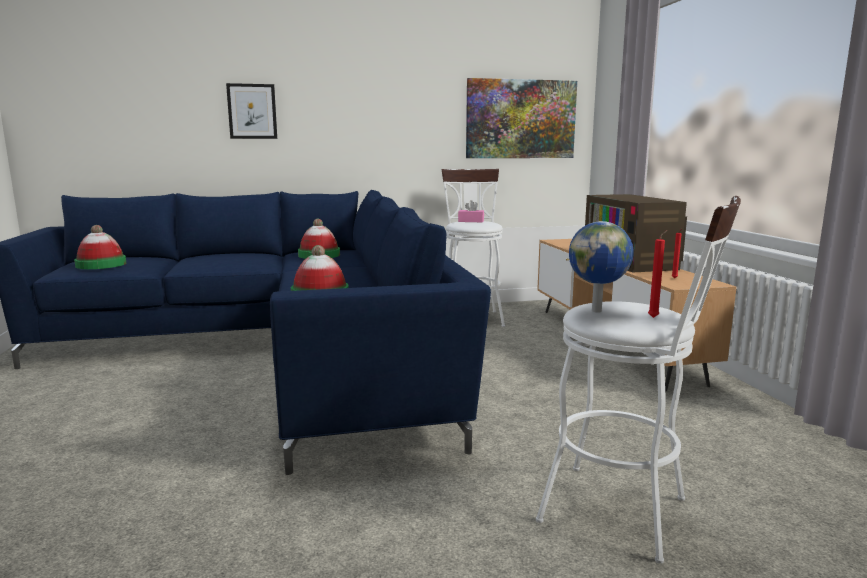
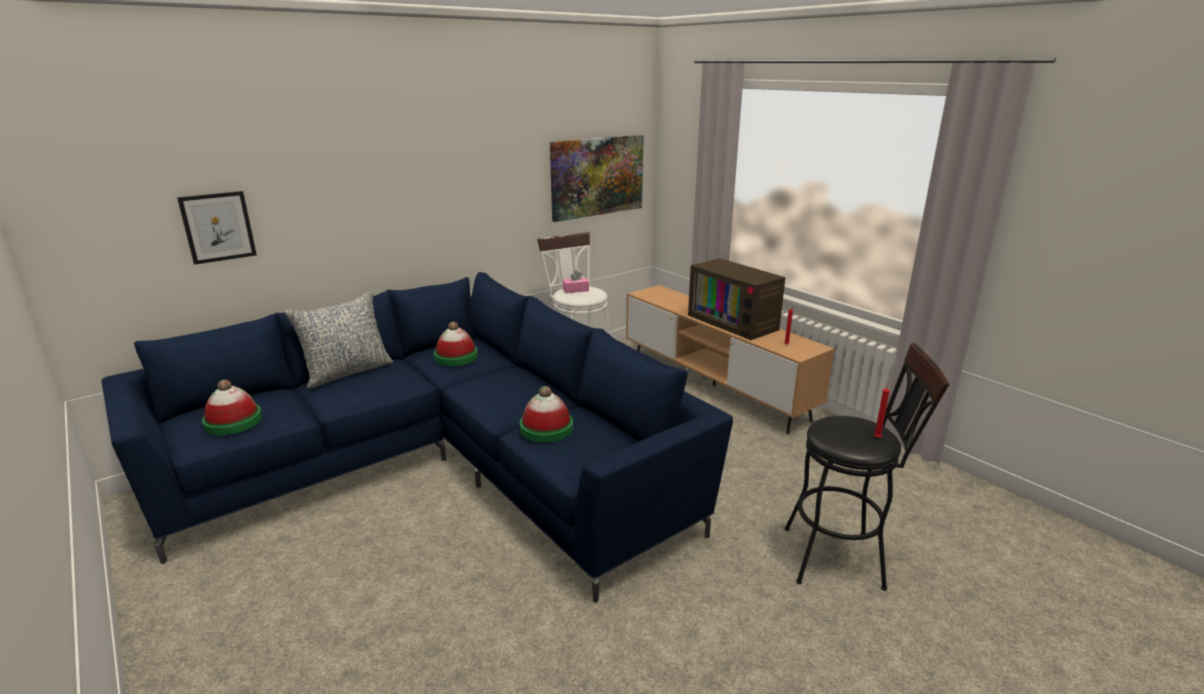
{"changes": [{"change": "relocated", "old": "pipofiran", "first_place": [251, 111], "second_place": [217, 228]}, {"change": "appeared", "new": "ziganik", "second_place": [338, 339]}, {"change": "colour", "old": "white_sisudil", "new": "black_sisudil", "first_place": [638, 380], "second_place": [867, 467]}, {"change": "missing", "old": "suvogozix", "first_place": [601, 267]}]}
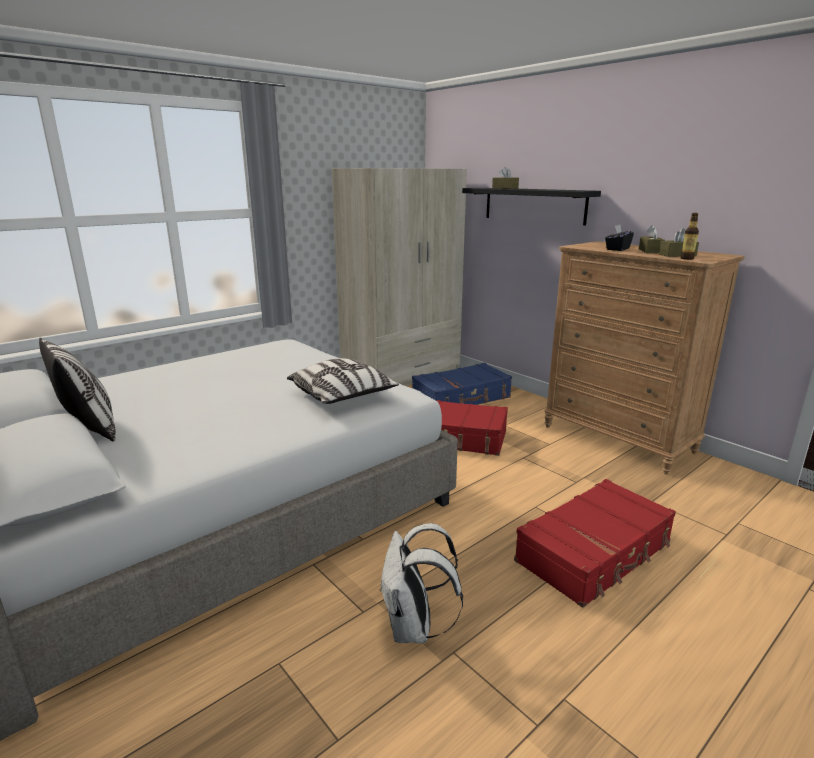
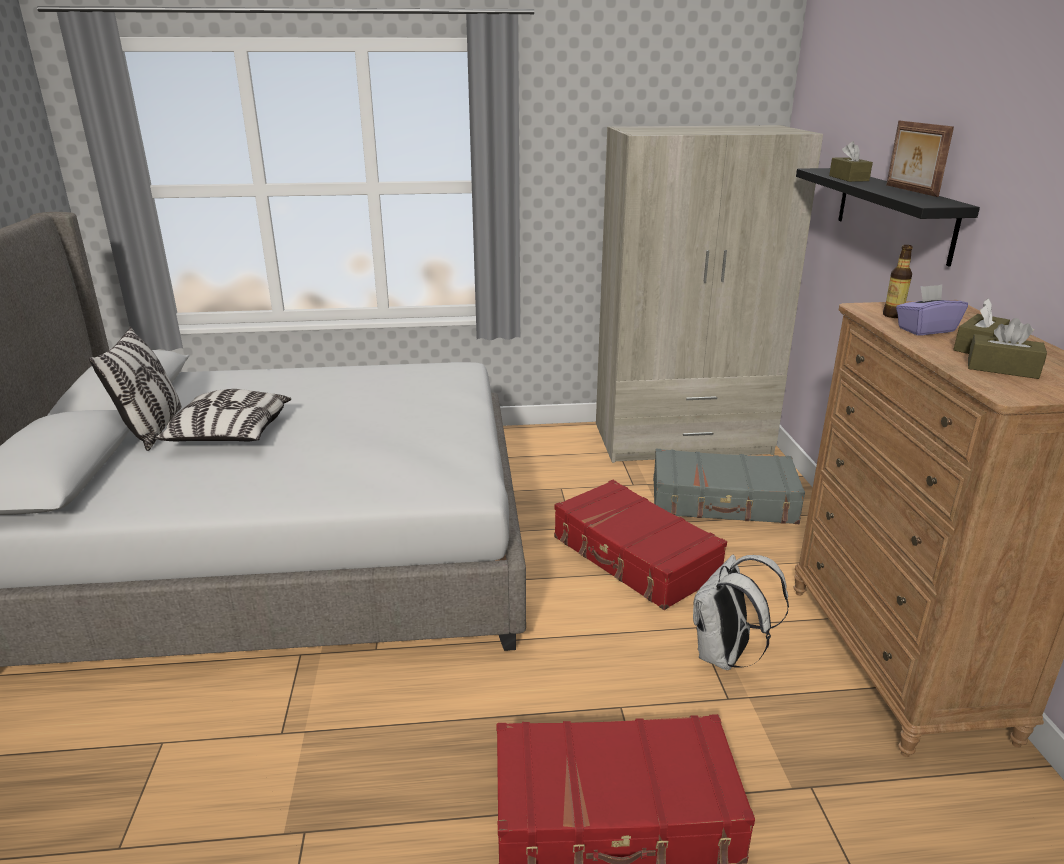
{"changes": [{"change": "relocated", "old": "ziganik", "first_place": [343, 381], "second_place": [223, 415]}, {"change": "colour", "old": "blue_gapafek", "new": "grey_gapafek", "first_place": [462, 384], "second_place": [729, 486]}, {"change": "relocated", "old": "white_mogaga", "first_place": [421, 583], "second_place": [741, 612]}, {"change": "relocated", "old": "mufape", "first_place": [689, 236], "second_place": [897, 281]}, {"change": "appeared", "new": "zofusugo", "second_place": [920, 159]}, {"change": "colour", "old": "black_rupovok", "new": "purple_rupovok", "first_place": [619, 238], "second_place": [932, 310]}]}
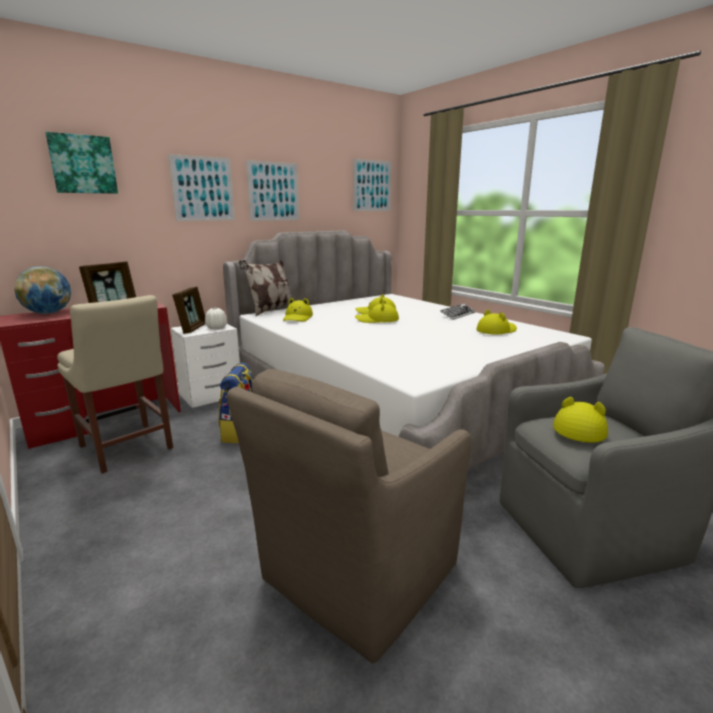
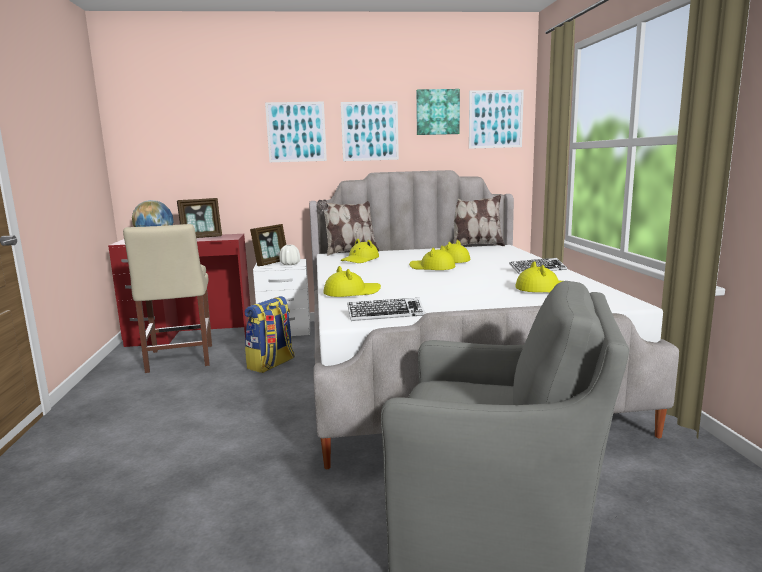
{"changes": [{"change": "relocated", "old": "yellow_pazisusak", "first_place": [580, 420], "second_place": [352, 281]}, {"change": "appeared", "new": "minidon", "second_place": [386, 309]}, {"change": "relocated", "old": "pipofiran", "first_place": [81, 163], "second_place": [438, 112]}, {"change": "appeared", "new": "ziganik", "second_place": [479, 220]}, {"change": "missing", "old": "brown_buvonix", "first_place": [349, 516]}]}
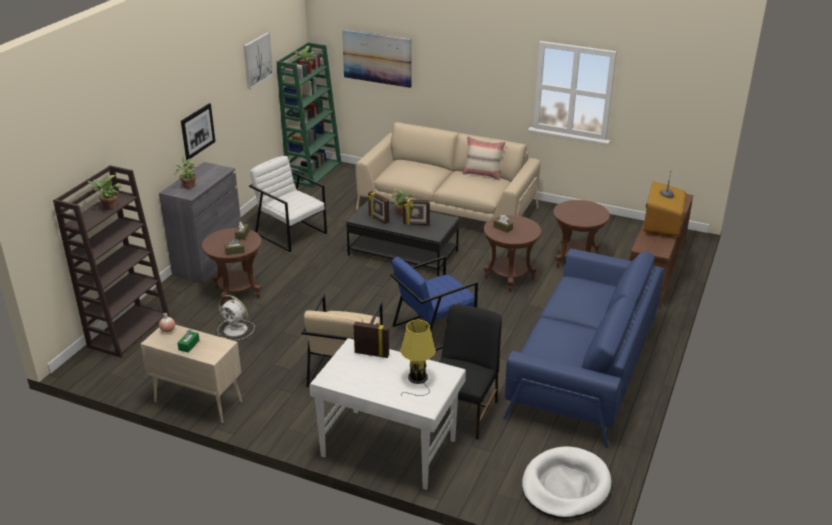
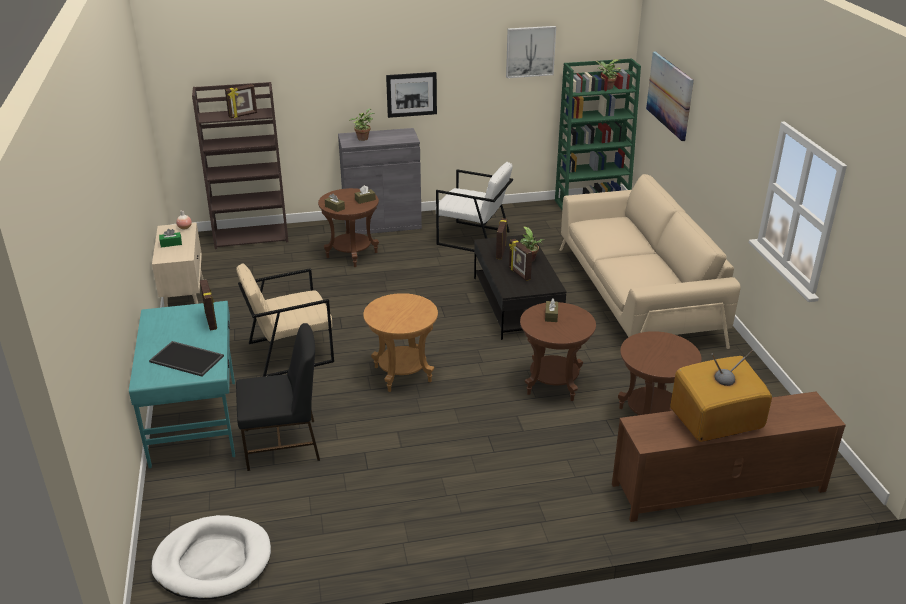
{"changes": [{"change": "colour", "old": "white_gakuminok", "new": "turquoise_gakuminok", "first_place": [387, 414], "second_place": [182, 384]}, {"change": "exchanged", "old": "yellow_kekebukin", "new": "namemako", "first_place": [418, 358], "second_place": [186, 359]}, {"change": "exchanged", "old": "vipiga", "new": "zofusugo", "first_place": [104, 192], "second_place": [241, 101]}, {"change": "exchanged", "old": "blue_buvonix", "new": "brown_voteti", "first_place": [434, 303], "second_place": [400, 342]}, {"change": "spun", "old": "white_buvonix", "first_place": [288, 204], "second_place": [474, 207], "degrees": 105}, {"change": "missing", "old": "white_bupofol", "first_place": [236, 317]}, {"change": "missing", "old": "beige_ziganik", "first_place": [484, 158]}, {"change": "missing", "old": "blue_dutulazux", "first_place": [583, 348]}]}
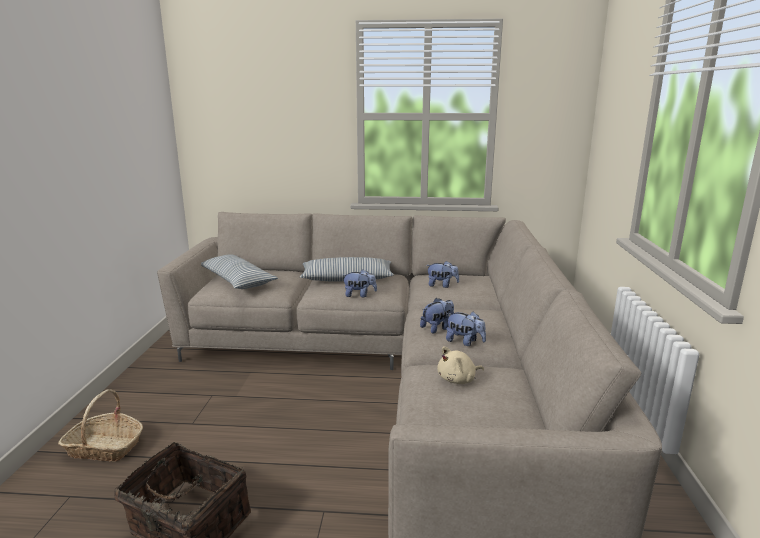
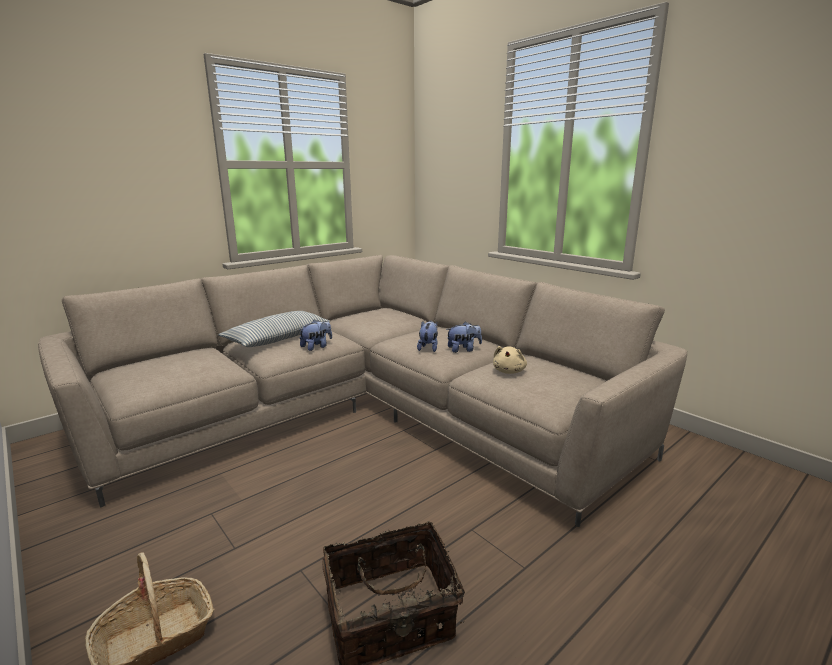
{"changes": [{"change": "missing", "old": "ziganik", "first_place": [239, 271]}, {"change": "missing", "old": "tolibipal", "first_place": [442, 274]}]}
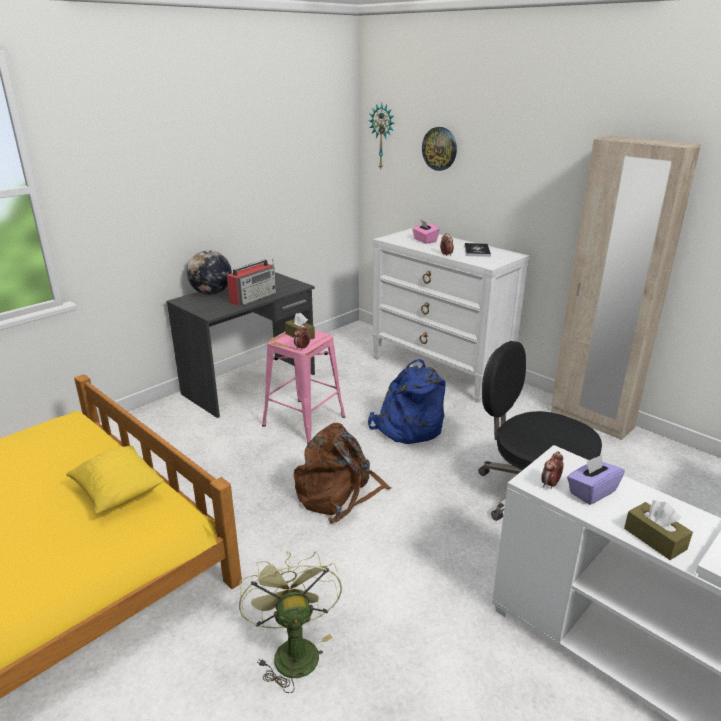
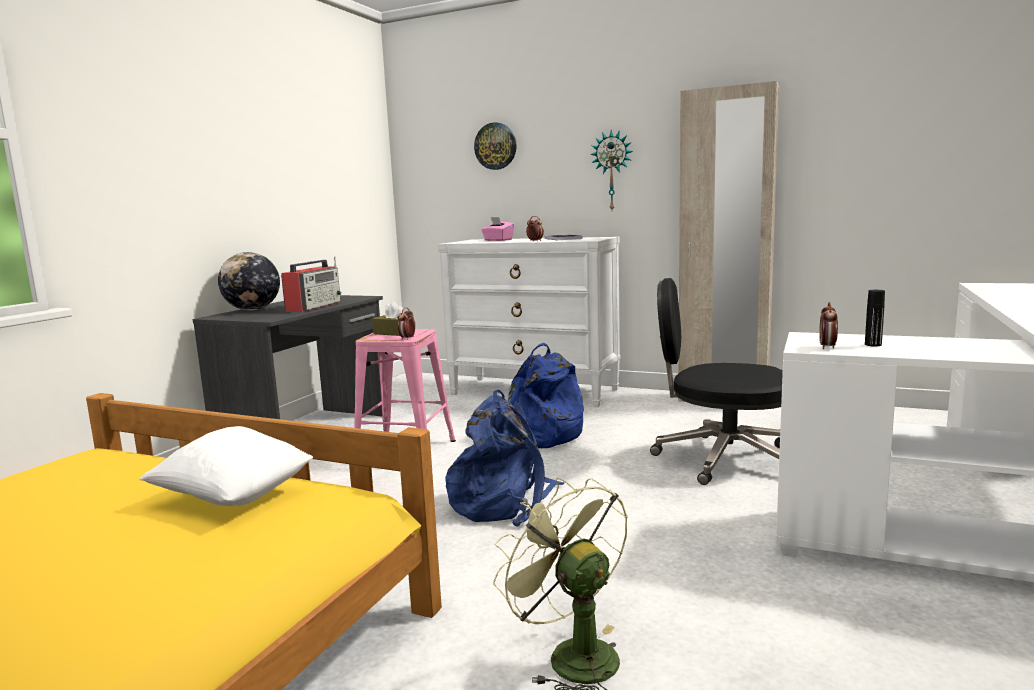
{"changes": [{"change": "colour", "old": "yellow_ziganik", "new": "white_ziganik", "first_place": [115, 479], "second_place": [226, 466]}, {"change": "colour", "old": "brown_mogaga", "new": "blue_mogaga", "first_place": [342, 473], "second_place": [505, 458]}, {"change": "relocated", "old": "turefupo", "first_place": [382, 136], "second_place": [611, 170]}, {"change": "exchanged", "old": "purple_rupovok", "new": "black_mufape", "first_place": [596, 480], "second_place": [875, 318]}, {"change": "missing", "old": "brown_rupovok", "first_place": [658, 530]}]}
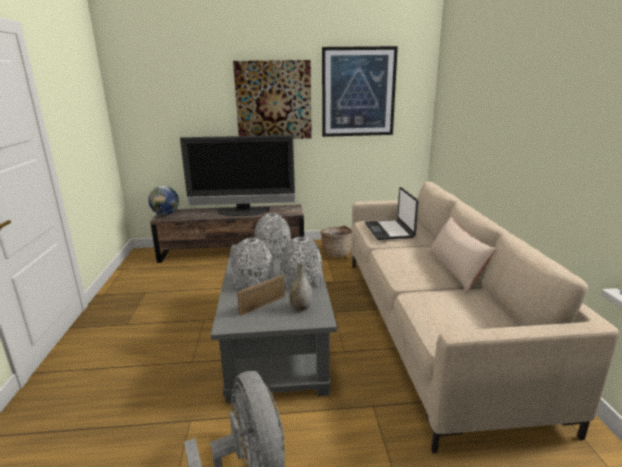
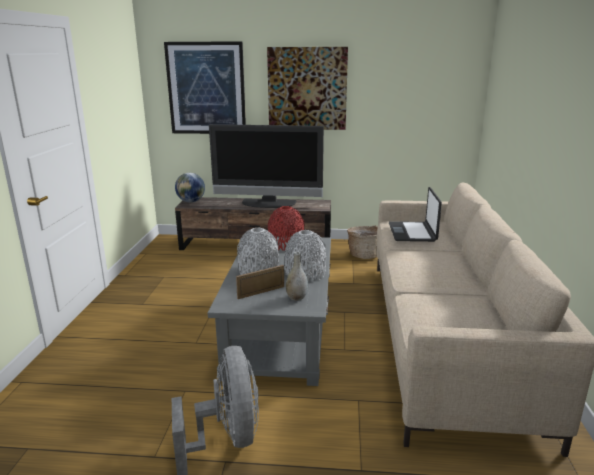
{"changes": [{"change": "relocated", "old": "pipofiran", "first_place": [360, 91], "second_place": [205, 87]}, {"change": "colour", "old": "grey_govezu", "new": "red_govezu", "first_place": [272, 235], "second_place": [286, 228]}, {"change": "missing", "old": "beige_ziganik", "first_place": [462, 254]}]}
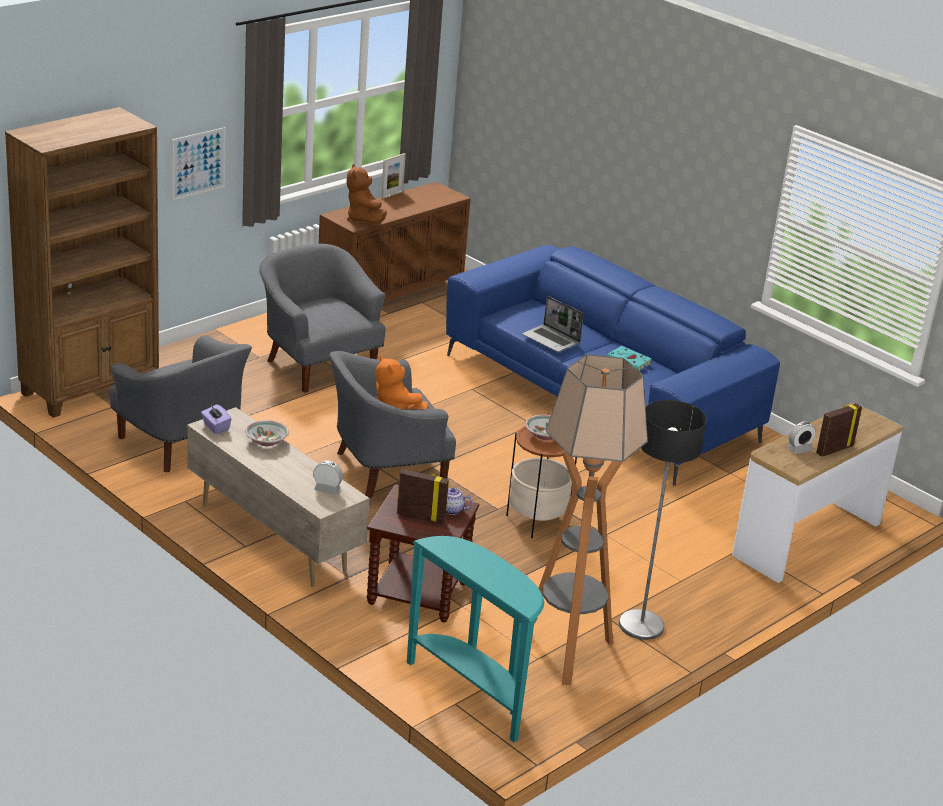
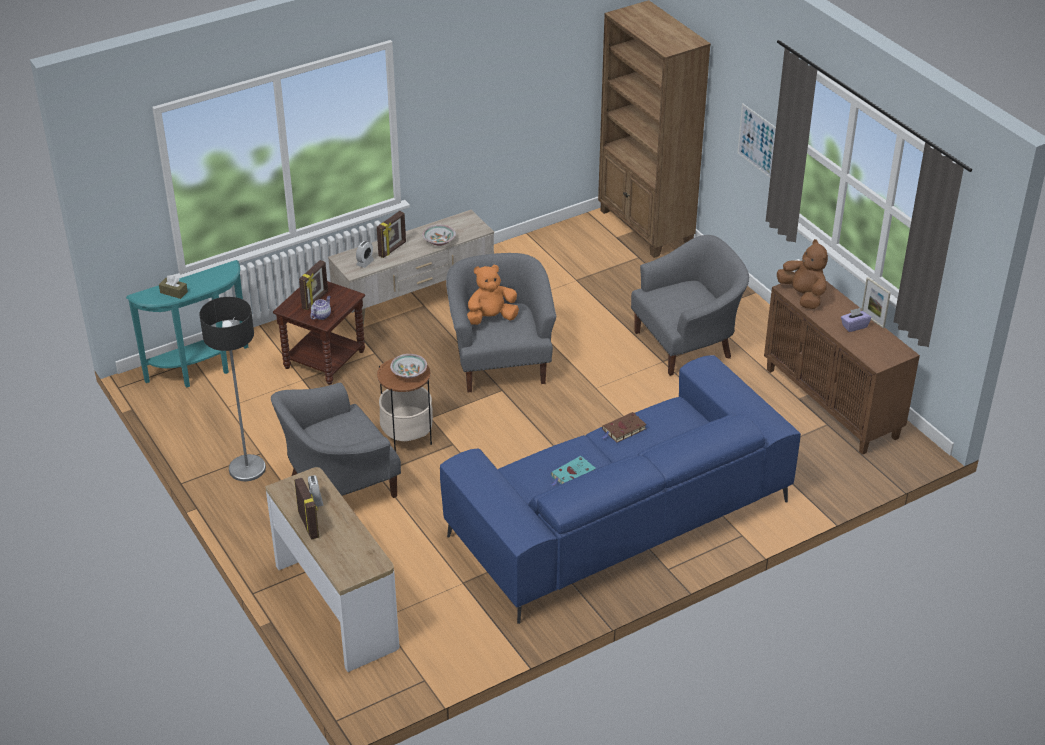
{"changes": [{"change": "appeared", "new": "brown_rupovok", "second_place": [173, 287]}, {"change": "relocated", "old": "grey_buvonix", "first_place": [180, 403], "second_place": [336, 440]}, {"change": "appeared", "new": "zofusugo", "second_place": [391, 234]}, {"change": "exchanged", "old": "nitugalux", "new": "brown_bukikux", "first_place": [553, 324], "second_place": [624, 427]}, {"change": "spun", "old": "brown_tolibipal", "first_place": [367, 194], "second_place": [802, 274], "degrees": 60}, {"change": "relocated", "old": "purple_rupovok", "first_place": [216, 419], "second_place": [856, 320]}, {"change": "missing", "old": "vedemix", "first_place": [593, 519]}]}
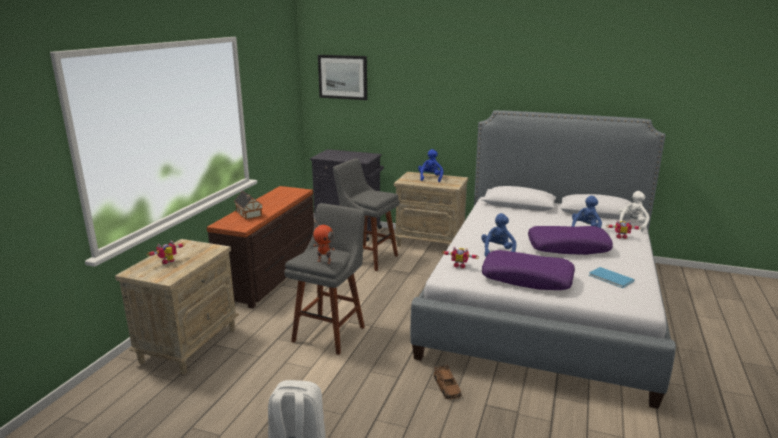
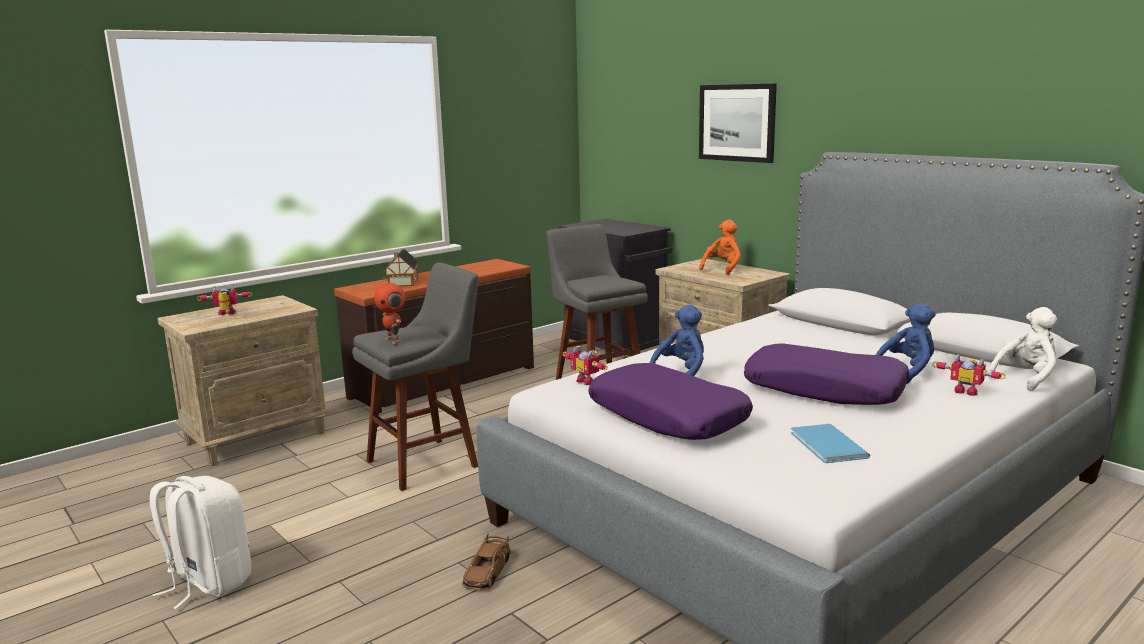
{"changes": [{"change": "relocated", "old": "pipofiran", "first_place": [342, 77], "second_place": [738, 123]}, {"change": "colour", "old": "blue_tolibipal", "new": "orange_tolibipal", "first_place": [430, 165], "second_place": [720, 247]}]}
